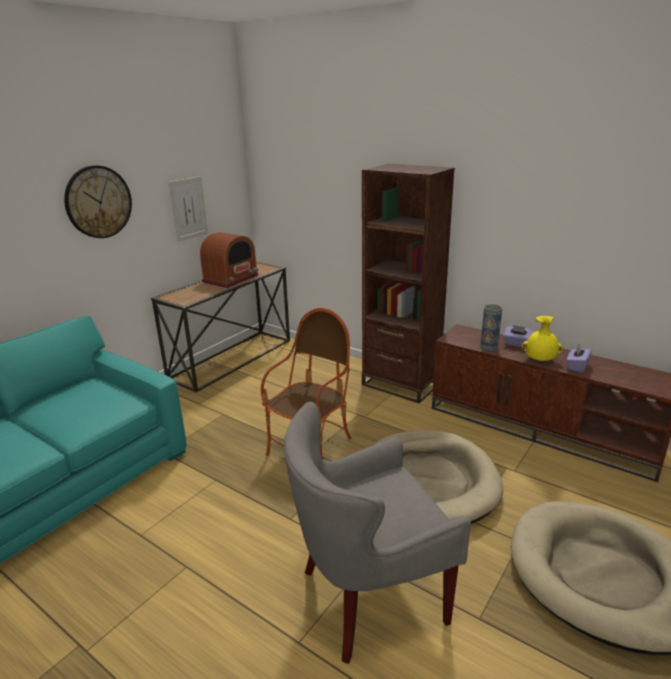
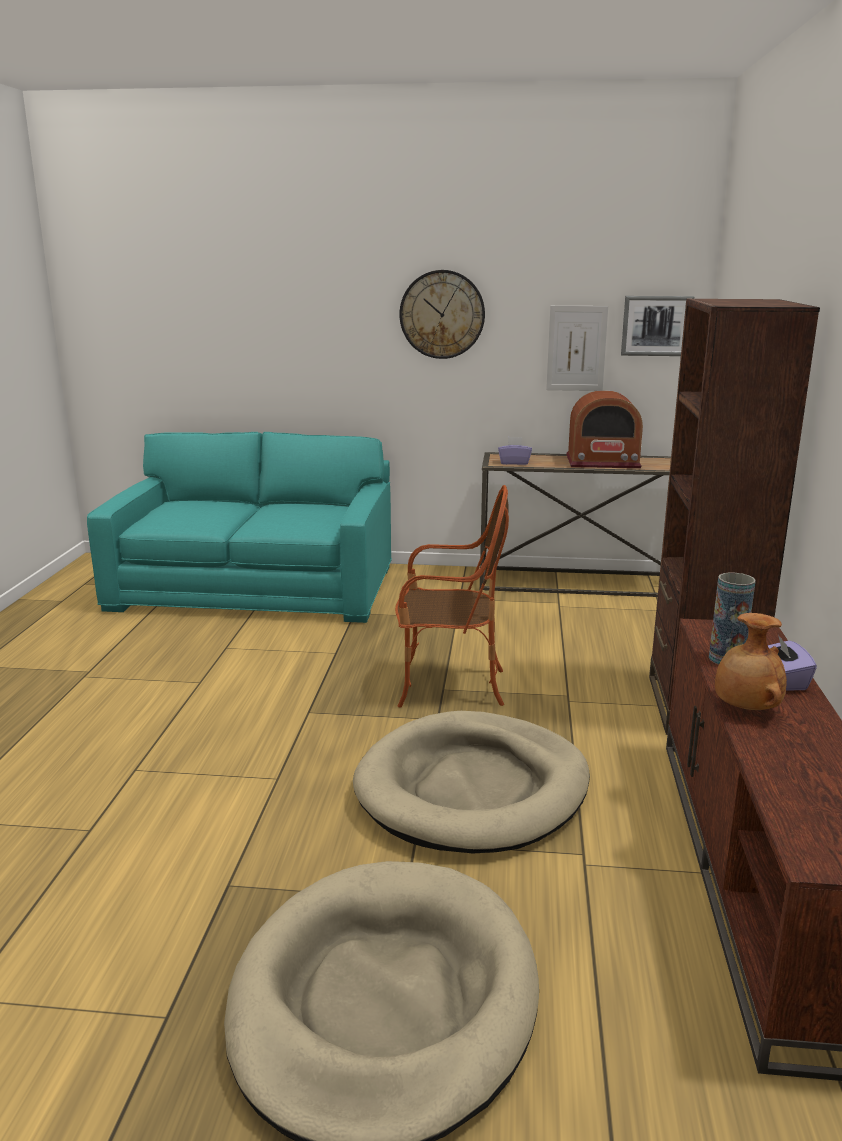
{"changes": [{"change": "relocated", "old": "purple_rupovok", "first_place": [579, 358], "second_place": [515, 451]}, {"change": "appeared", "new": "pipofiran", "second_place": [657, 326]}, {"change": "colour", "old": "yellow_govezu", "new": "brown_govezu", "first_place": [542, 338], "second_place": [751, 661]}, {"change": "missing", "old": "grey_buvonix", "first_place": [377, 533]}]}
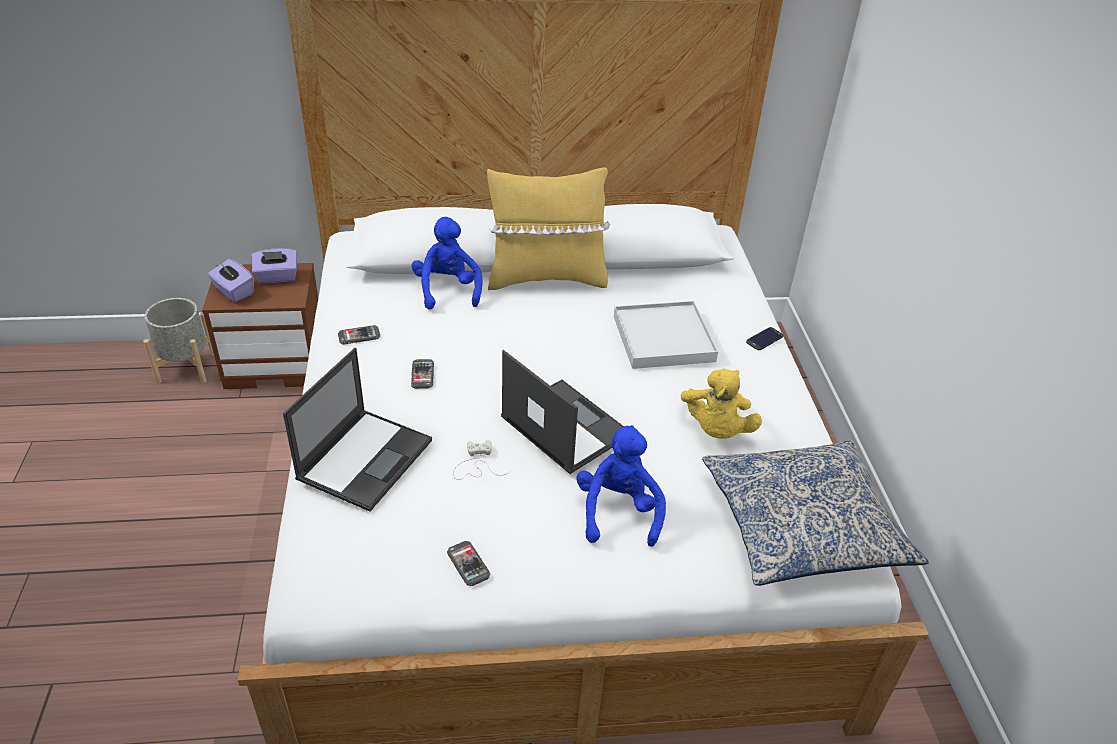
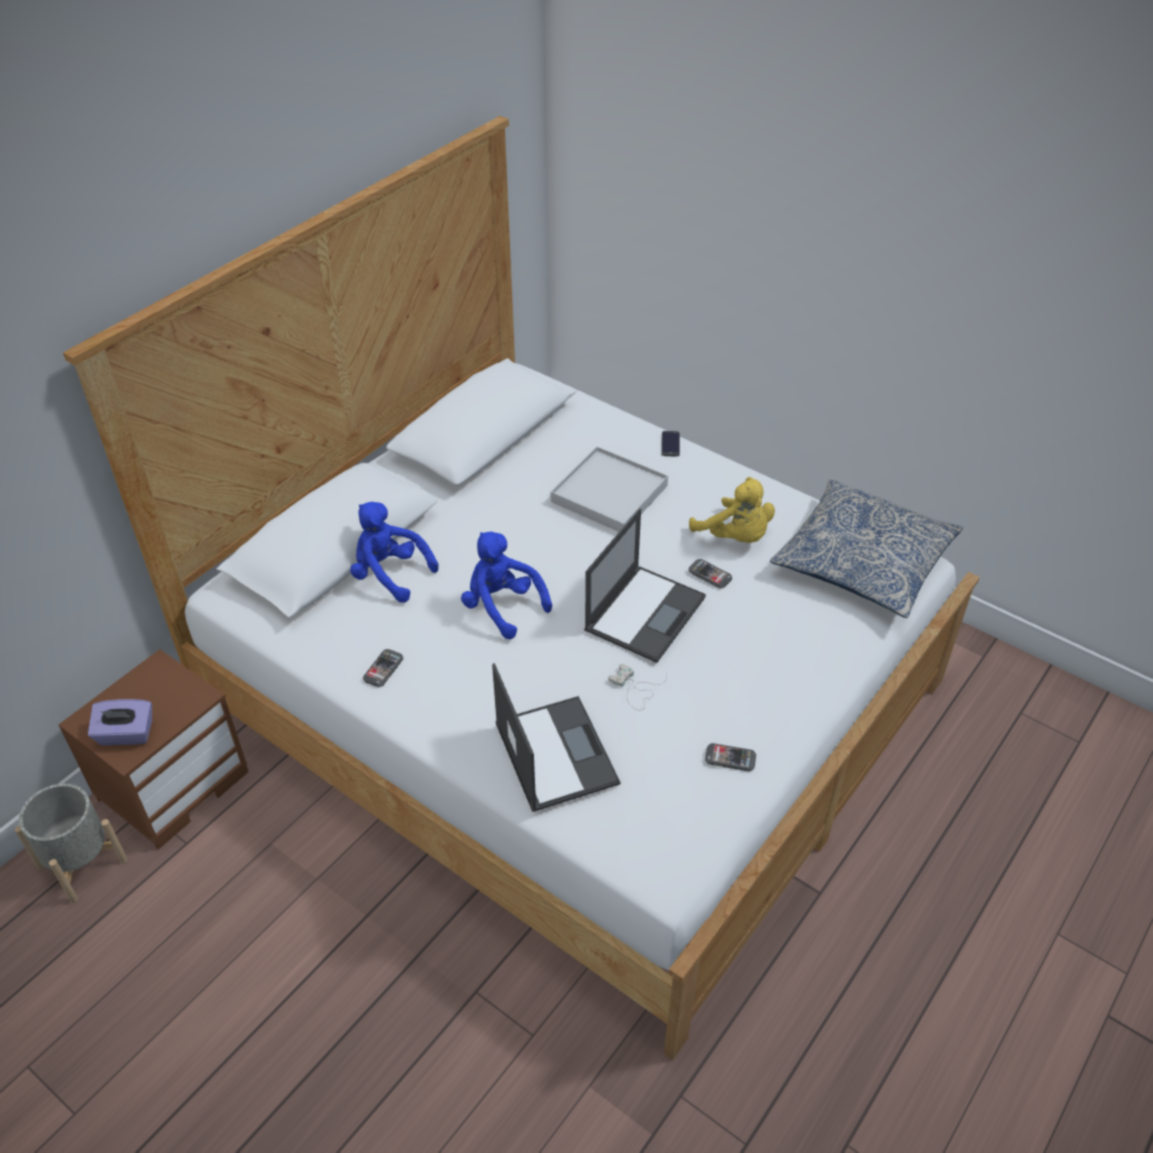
{"changes": [{"change": "relocated", "old": "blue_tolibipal", "first_place": [621, 486], "second_place": [506, 585]}, {"change": "spun", "old": "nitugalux", "first_place": [562, 412], "second_place": [645, 586], "degrees": 120}, {"change": "relocated", "old": "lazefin", "first_place": [422, 374], "second_place": [710, 573]}, {"change": "missing", "old": "purple_rupovok", "first_place": [274, 266]}, {"change": "missing", "old": "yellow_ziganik", "first_place": [548, 229]}]}
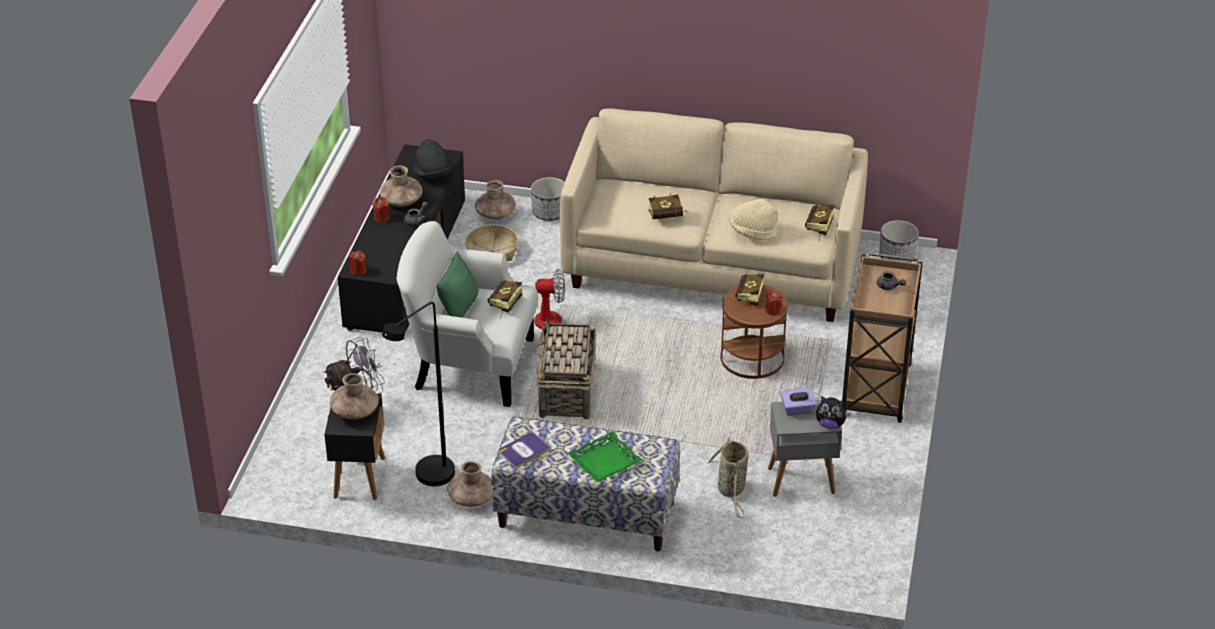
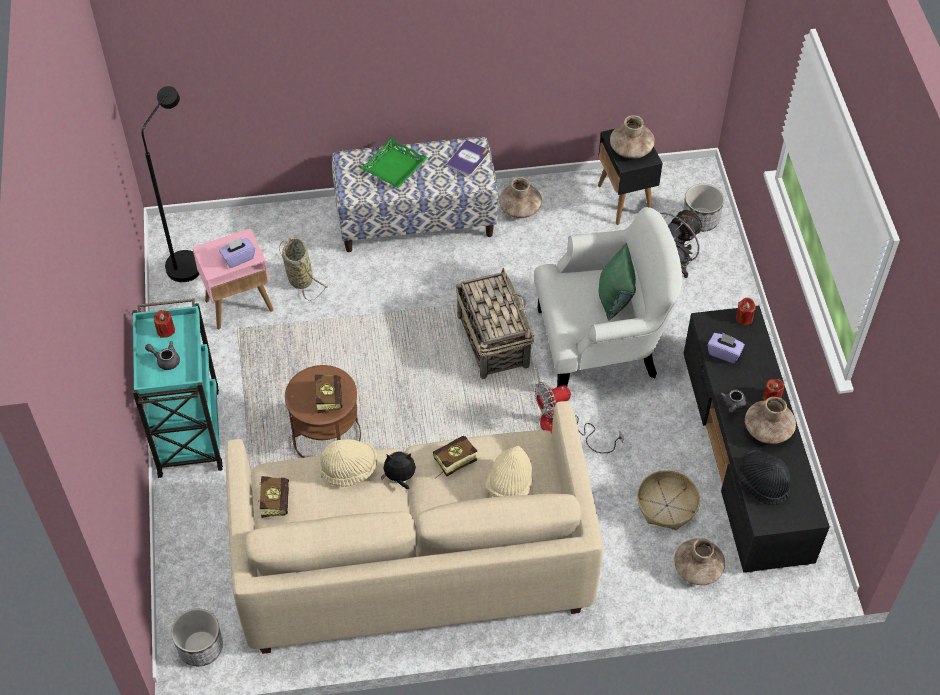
{"changes": [{"change": "colour", "old": "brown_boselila", "new": "turquoise_boselila", "first_place": [882, 337], "second_place": [177, 388]}, {"change": "relocated", "old": "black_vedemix", "first_place": [418, 394], "second_place": [170, 184]}, {"change": "relocated", "old": "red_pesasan", "first_place": [773, 303], "second_place": [164, 324]}, {"change": "colour", "old": "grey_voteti", "new": "pink_voteti", "first_place": [805, 448], "second_place": [232, 278]}, {"change": "relocated", "old": "tolibipal", "first_place": [833, 412], "second_place": [398, 470]}, {"change": "appeared", "new": "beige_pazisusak", "second_place": [509, 471]}, {"change": "relocated", "old": "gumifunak", "first_place": [548, 199], "second_place": [703, 208]}, {"change": "appeared", "new": "purple_rupovok", "second_place": [726, 348]}, {"change": "missing", "old": "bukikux", "first_place": [505, 300]}]}
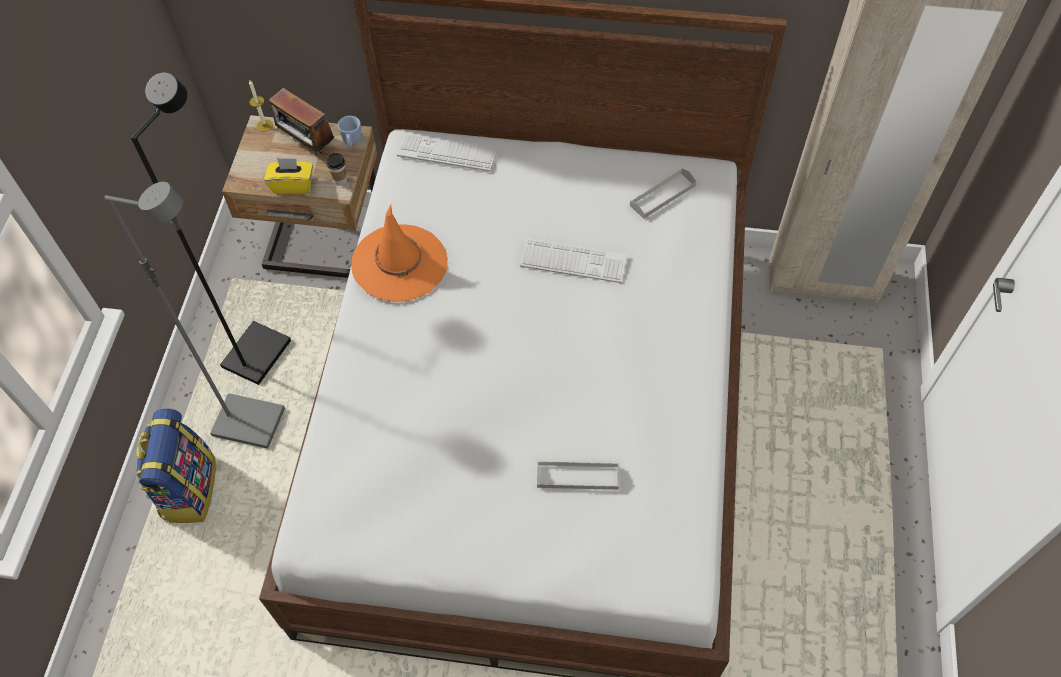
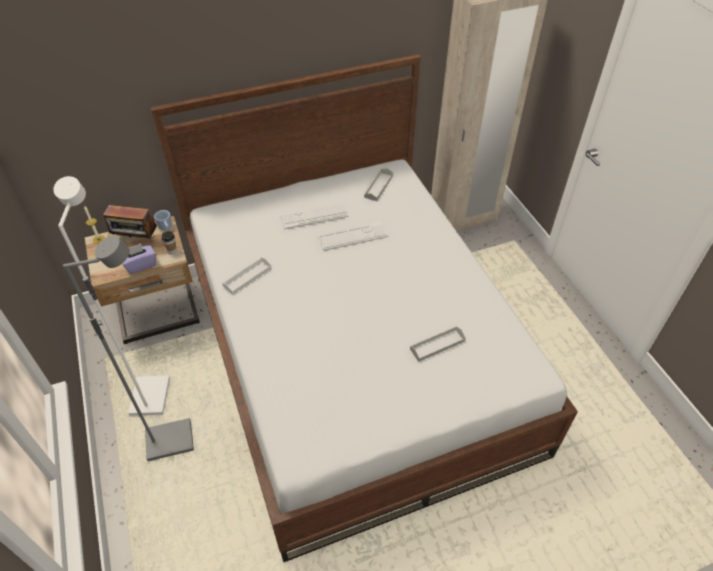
{"changes": [{"change": "colour", "old": "black_vedemix", "new": "white_vedemix", "first_place": [210, 228], "second_place": [111, 296]}, {"change": "colour", "old": "yellow_rupovok", "new": "purple_rupovok", "first_place": [288, 176], "second_place": [139, 258]}, {"change": "exchanged", "old": "orange_pazisusak", "new": "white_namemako", "first_place": [399, 253], "second_place": [247, 276]}, {"change": "relocated", "old": "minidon", "first_place": [447, 152], "second_place": [314, 216]}, {"change": "missing", "old": "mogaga", "first_place": [176, 465]}]}
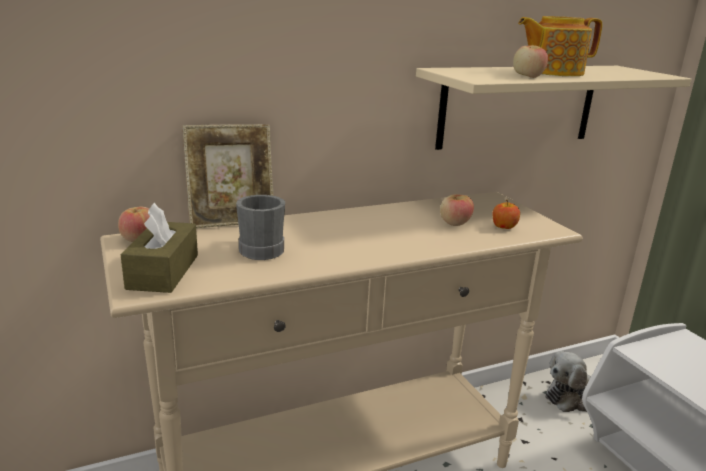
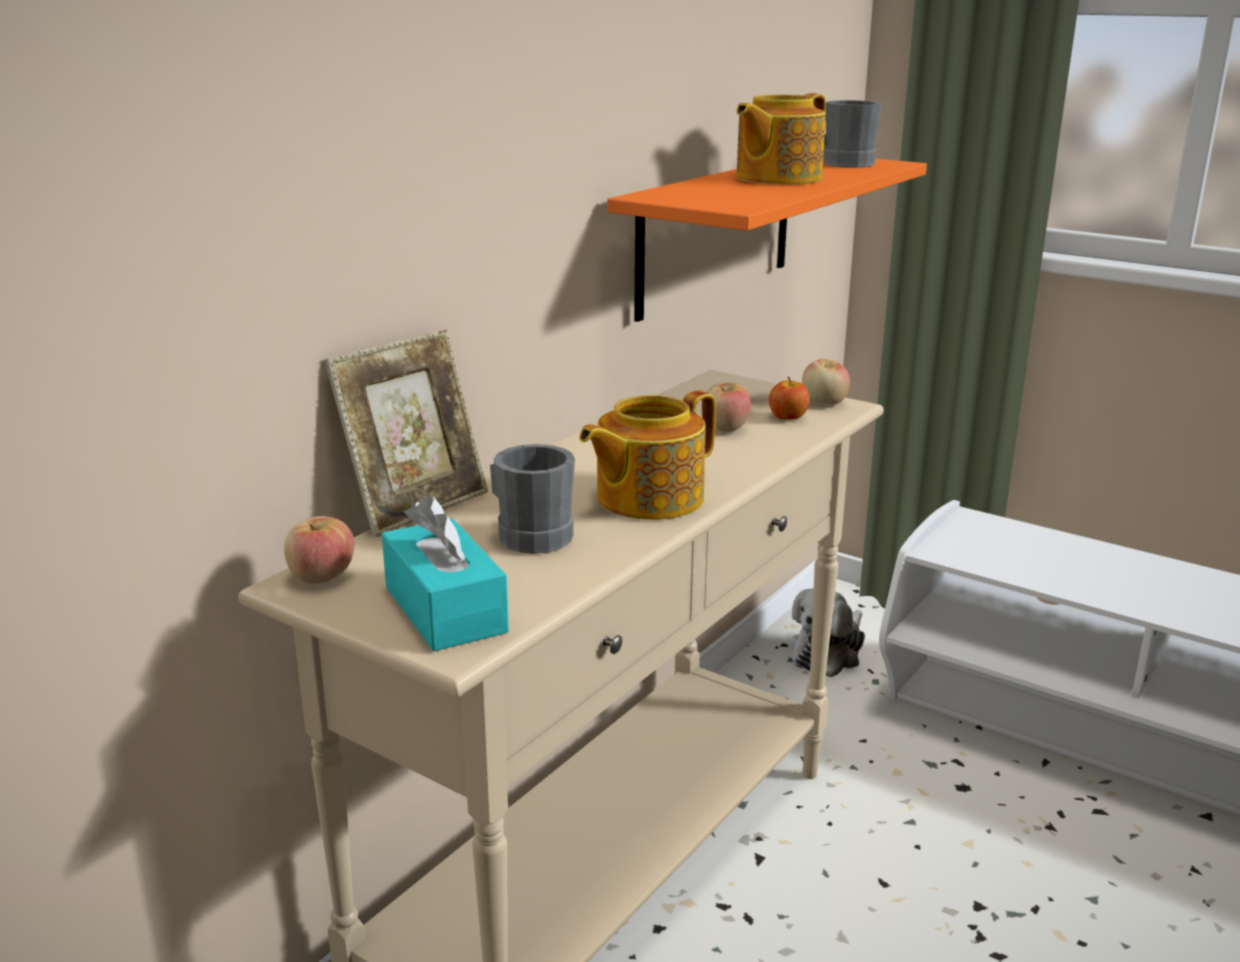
{"changes": [{"change": "colour", "old": "brown_rupovok", "new": "turquoise_rupovok", "first_place": [159, 248], "second_place": [445, 573]}, {"change": "appeared", "new": "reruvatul", "second_place": [648, 455]}, {"change": "colour", "old": "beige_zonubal", "new": "orange_zonubal", "first_place": [553, 108], "second_place": [767, 240]}, {"change": "relocated", "old": "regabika", "first_place": [530, 61], "second_place": [826, 382]}, {"change": "appeared", "new": "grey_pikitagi", "second_place": [852, 134]}]}
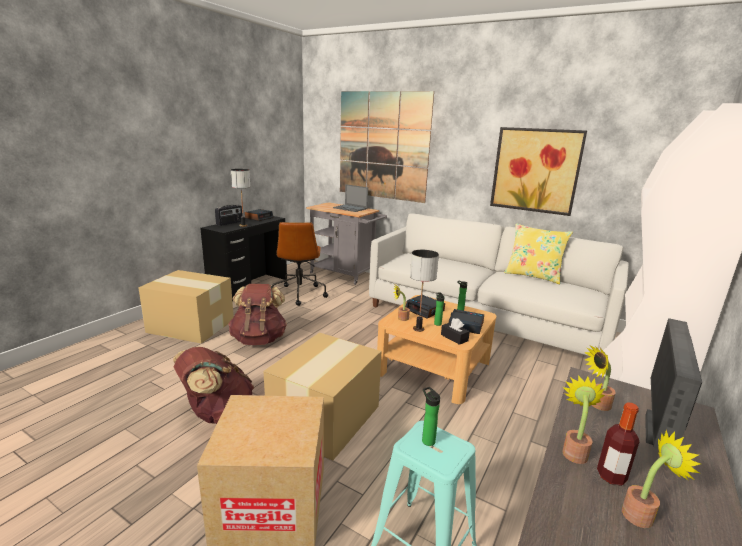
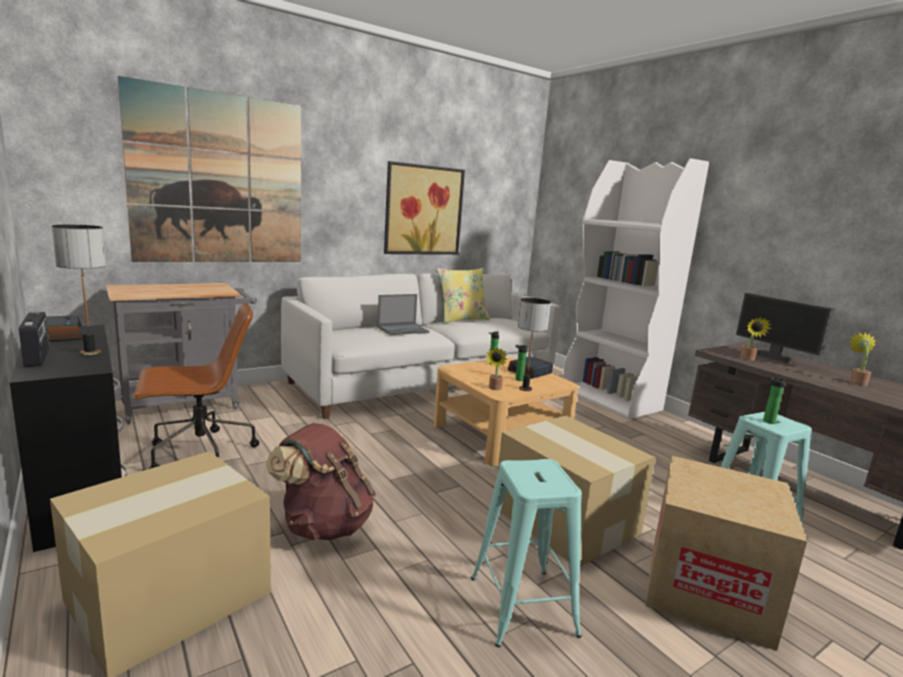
{"changes": [{"change": "spun", "old": "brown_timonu", "first_place": [300, 264], "second_place": [196, 386], "degrees": -45}, {"change": "relocated", "old": "nitugalux", "first_place": [350, 198], "second_place": [403, 314]}, {"change": "exchanged", "old": "brown_mogaga", "new": "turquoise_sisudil", "first_place": [213, 385], "second_place": [526, 553]}, {"change": "missing", "old": "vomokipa", "first_place": [425, 306]}, {"change": "missing", "old": "black_rupovok", "first_place": [455, 331]}, {"change": "missing", "old": "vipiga", "first_place": [584, 419]}, {"change": "missing", "old": "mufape", "first_place": [618, 444]}]}
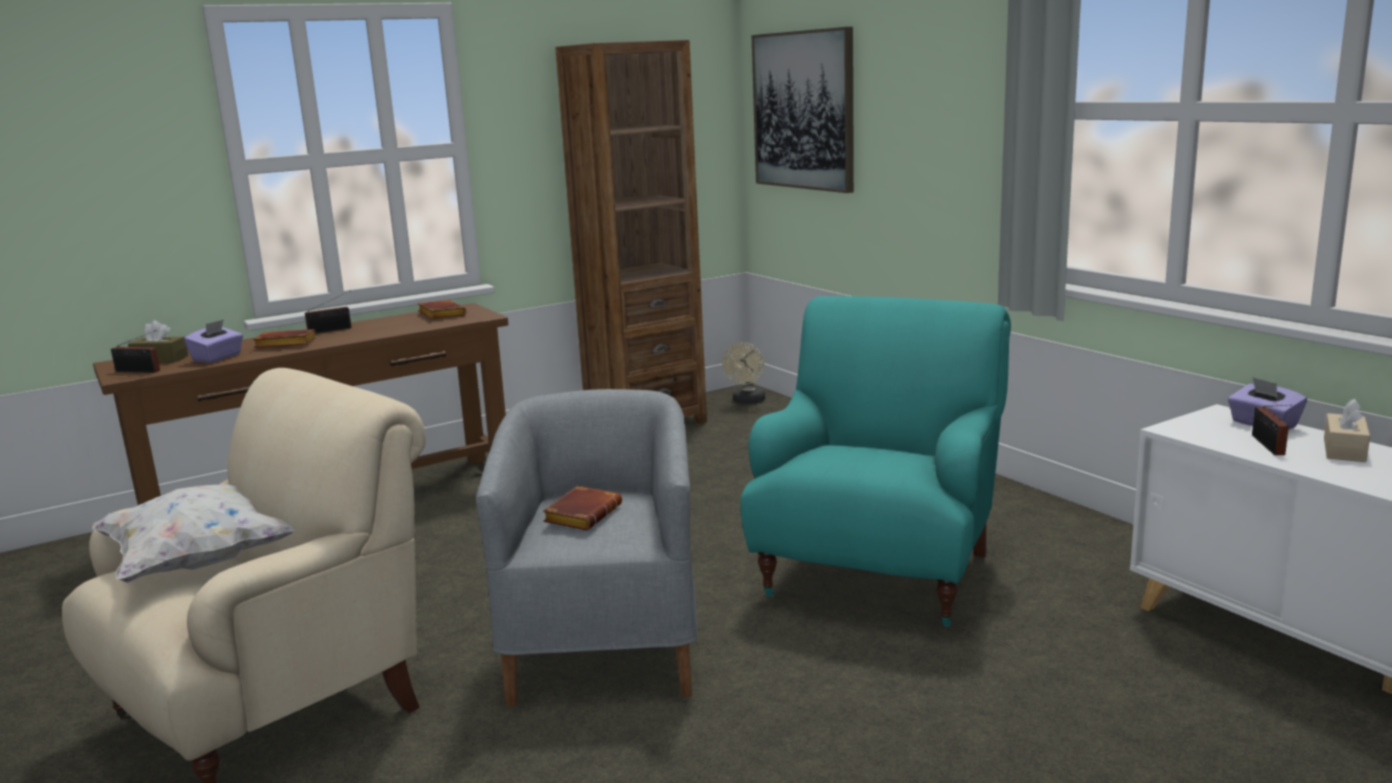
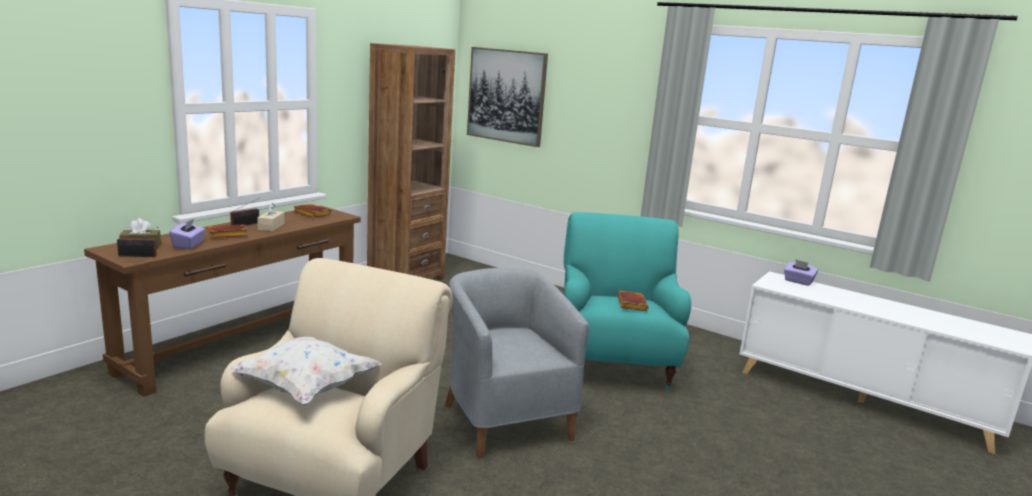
{"changes": [{"change": "relocated", "old": "beige_rupovok", "first_place": [1347, 430], "second_place": [270, 217]}, {"change": "relocated", "old": "brown_bukikux", "first_place": [582, 508], "second_place": [633, 300]}, {"change": "missing", "old": "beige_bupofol", "first_place": [743, 373]}, {"change": "missing", "old": "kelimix", "first_place": [1272, 429]}]}
